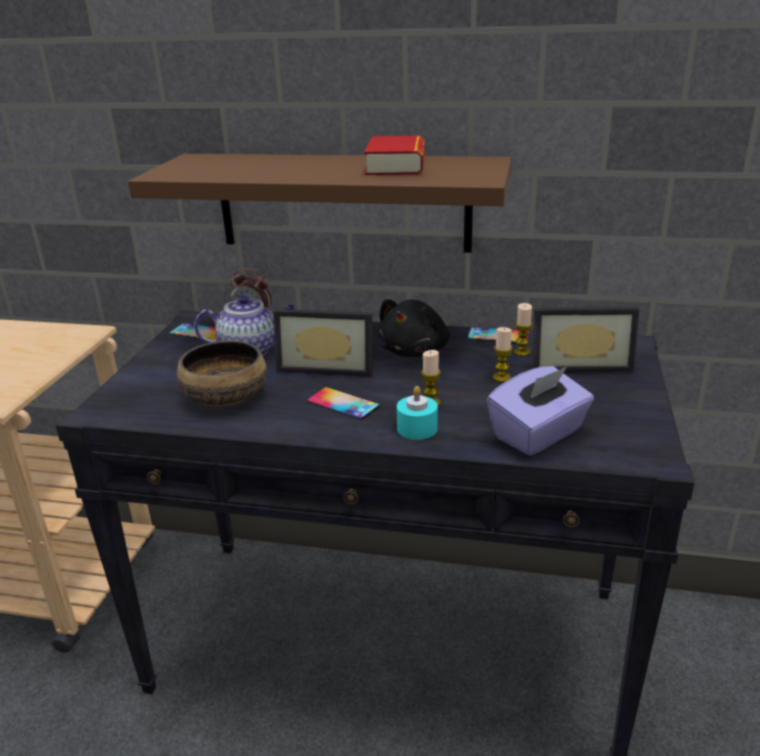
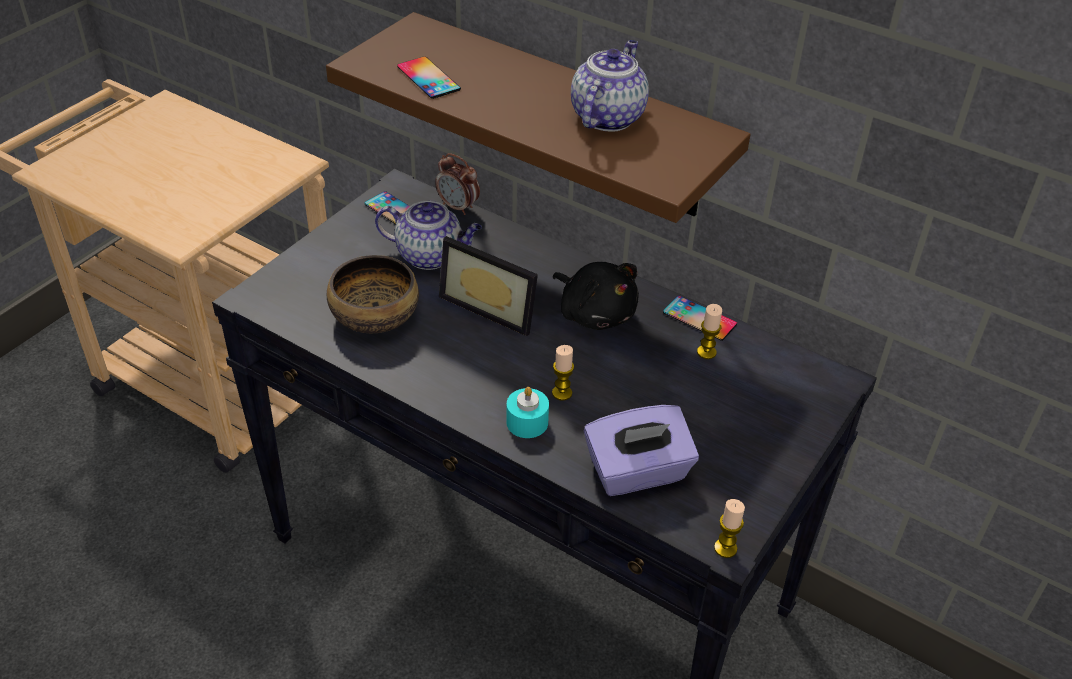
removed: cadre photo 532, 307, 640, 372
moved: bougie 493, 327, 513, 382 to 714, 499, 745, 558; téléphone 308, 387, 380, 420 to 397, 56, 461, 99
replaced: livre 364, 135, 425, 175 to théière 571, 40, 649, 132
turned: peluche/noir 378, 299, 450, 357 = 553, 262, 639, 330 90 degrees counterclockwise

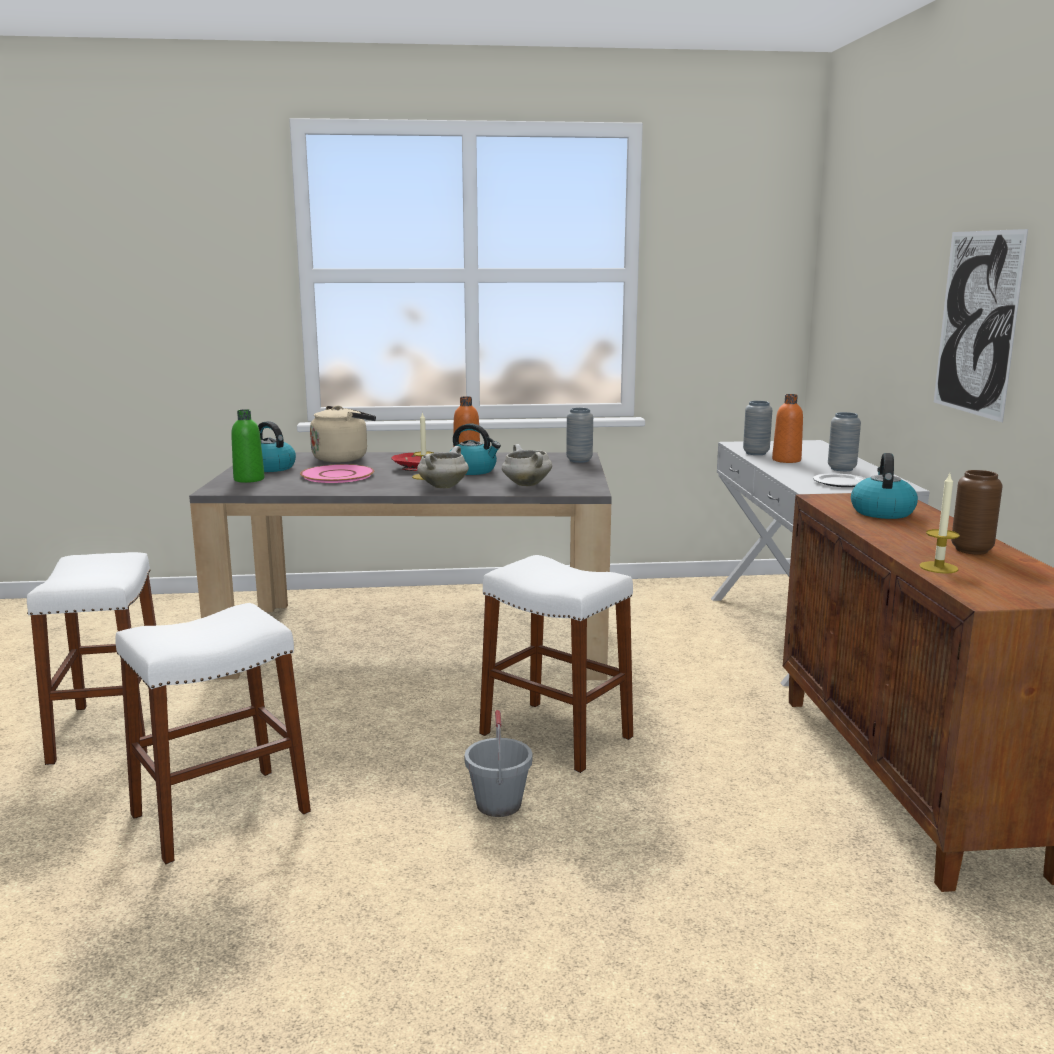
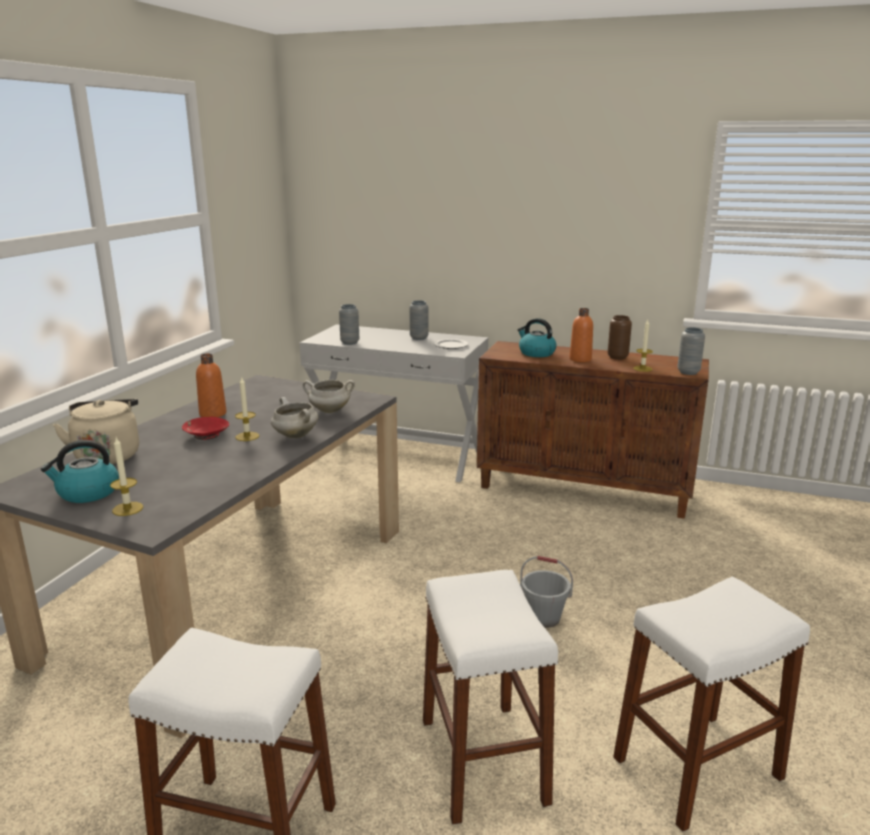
removed: tableau 934, 229, 1028, 422; bouilloire 450, 424, 501, 475; assiette/rose 300, 464, 374, 483
moved: bouteille/orange 772, 394, 803, 463 to 569, 308, 593, 362; vase/gris 566, 408, 593, 463 to 677, 327, 705, 375; tabouret/blanc 479, 555, 633, 773 to 613, 577, 810, 832
replaced: bouteille/vert 231, 409, 265, 483 to bougie 110, 437, 143, 516

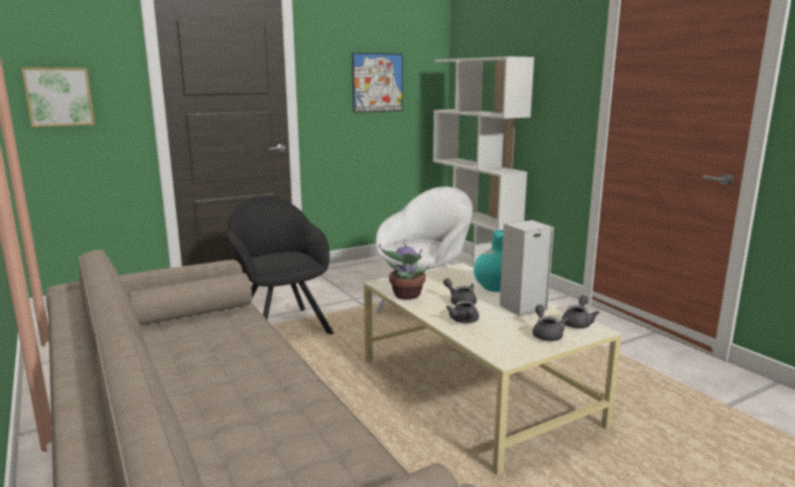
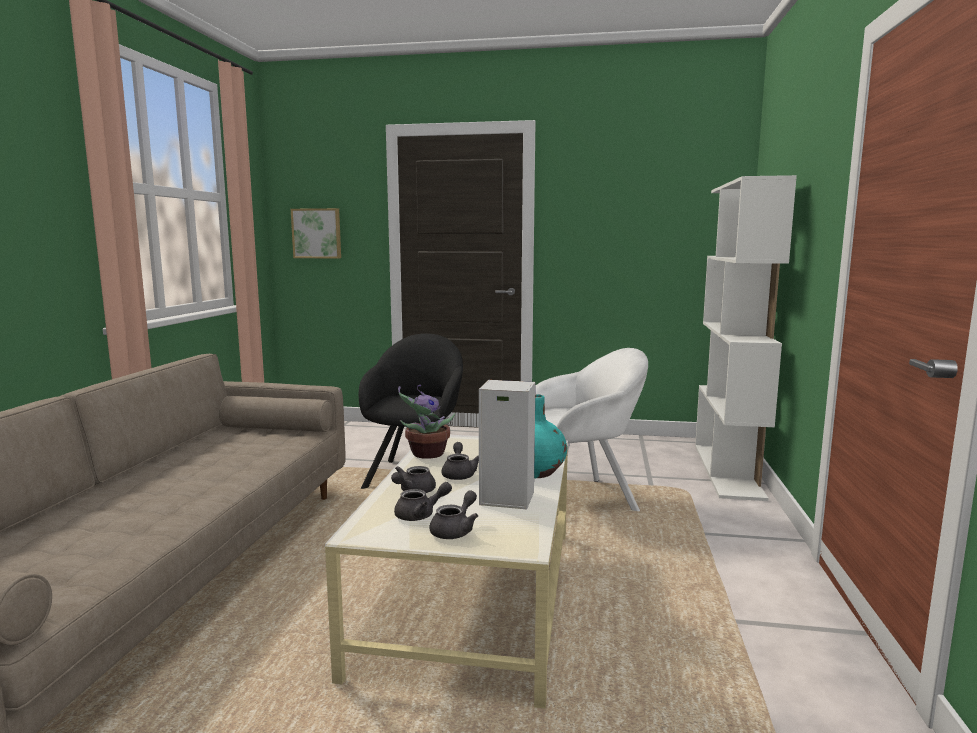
removed: tableau 352, 53, 403, 113
moved: théière/gris 562, 295, 600, 328 to 394, 482, 452, 521

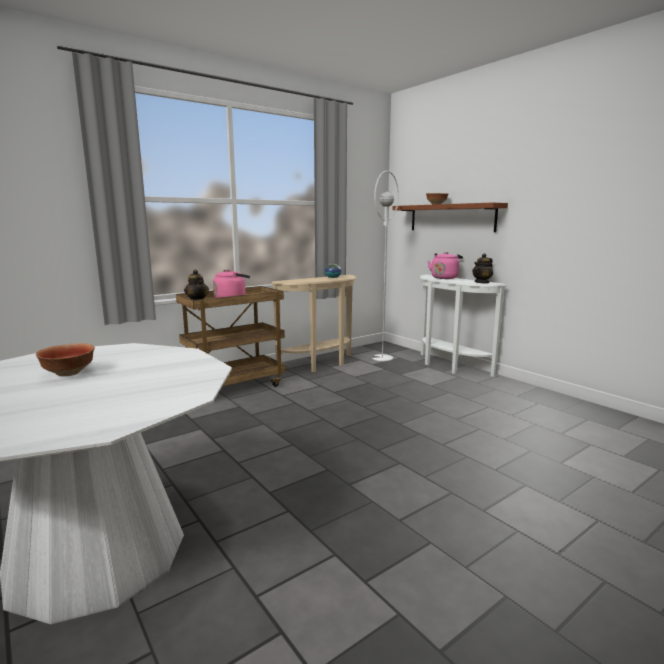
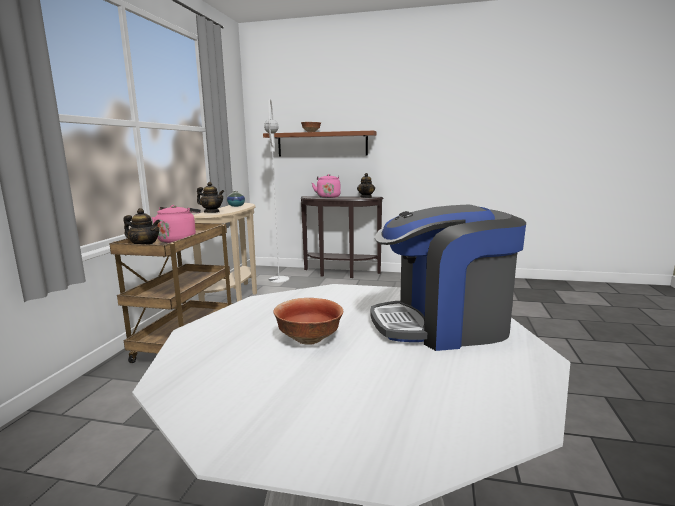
added: théière 197, 182, 224, 213; machine à café 370, 205, 526, 351
recoloured: table console/blanc 419, 274, 506, 377 to table console/marron 300, 196, 384, 278

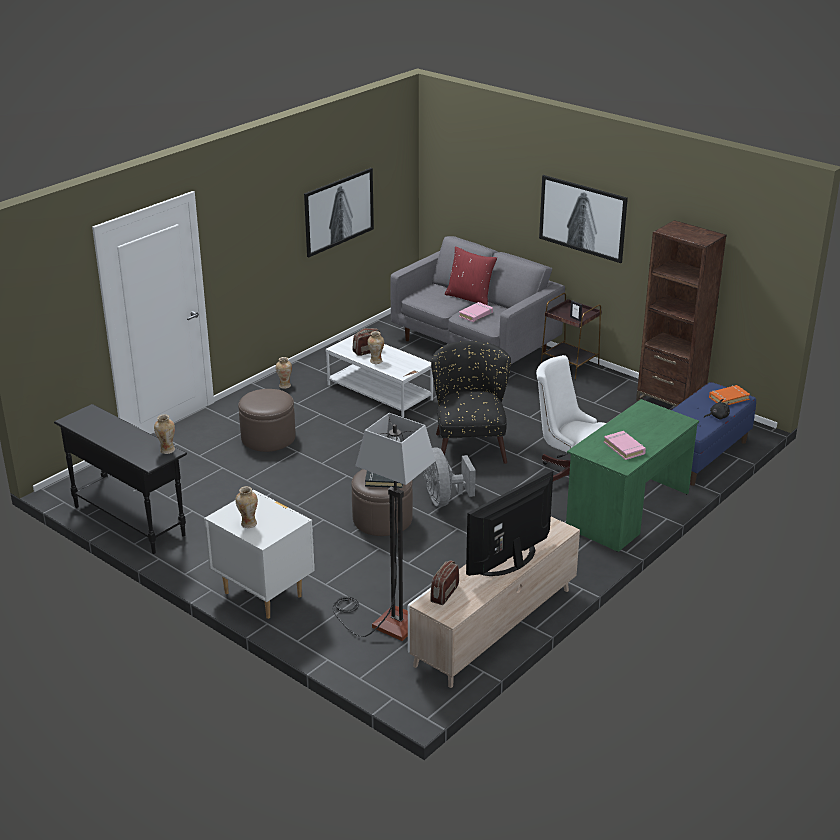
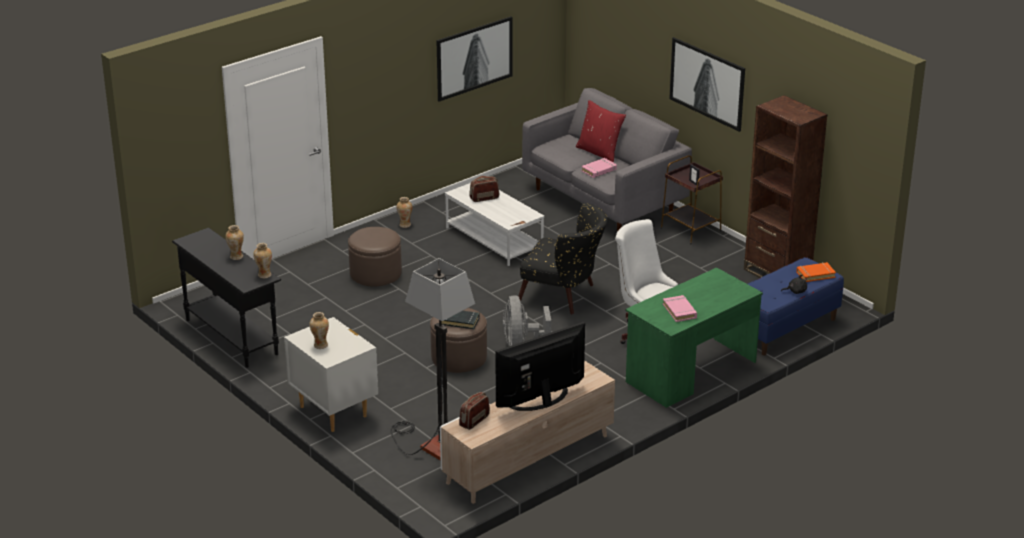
moved: vase 367, 331, 384, 364 to 225, 225, 244, 260
turned: fauteuil/noir 431, 341, 511, 464 = 519, 203, 607, 314 105 degrees clockwise

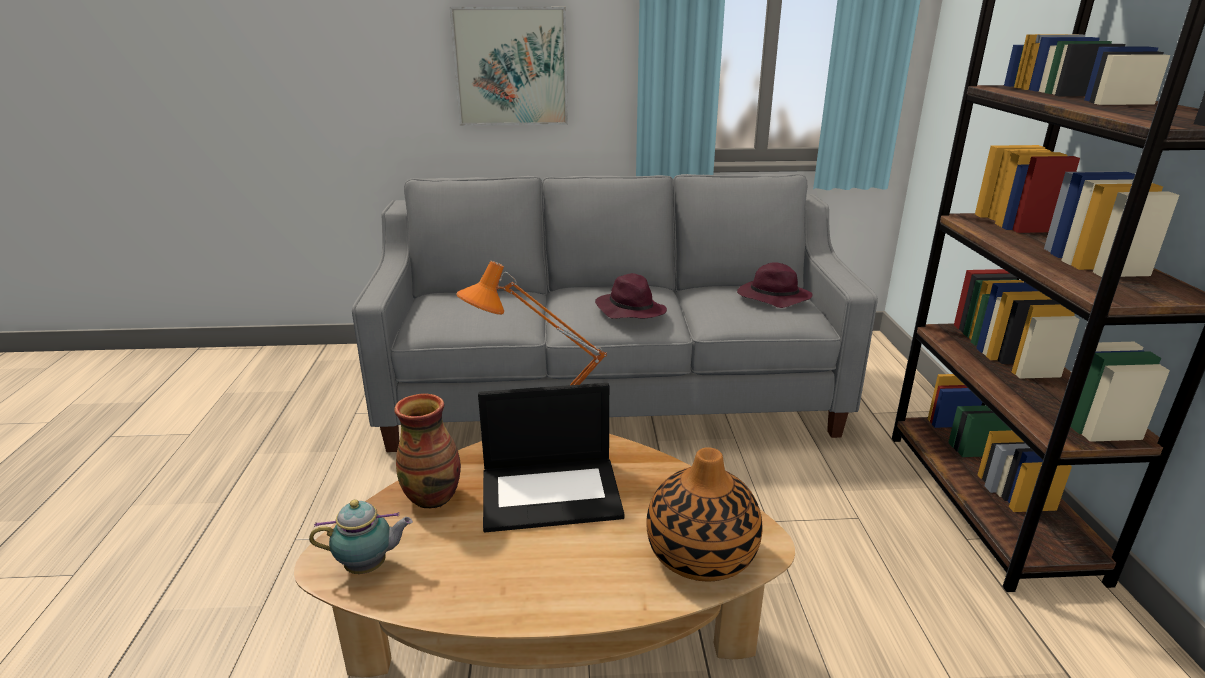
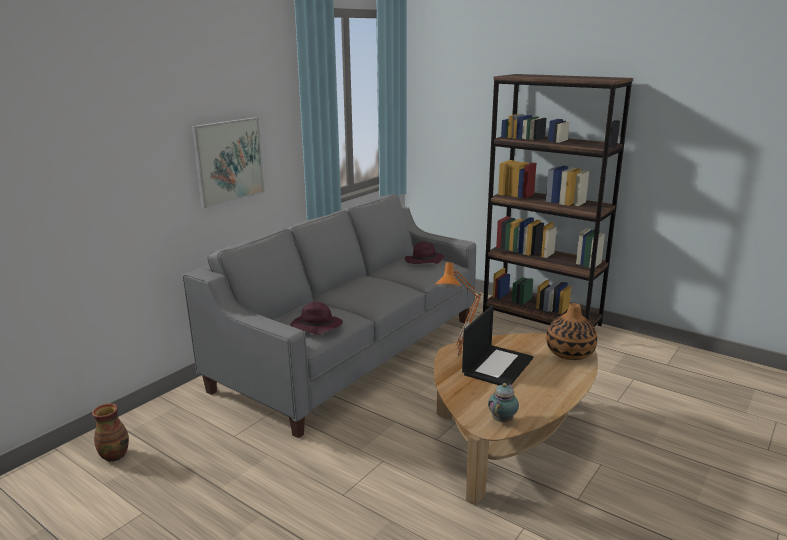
moved: chapeau/violet 595, 273, 667, 319 to 290, 302, 343, 335; vase 394, 394, 461, 509 to 92, 403, 129, 461

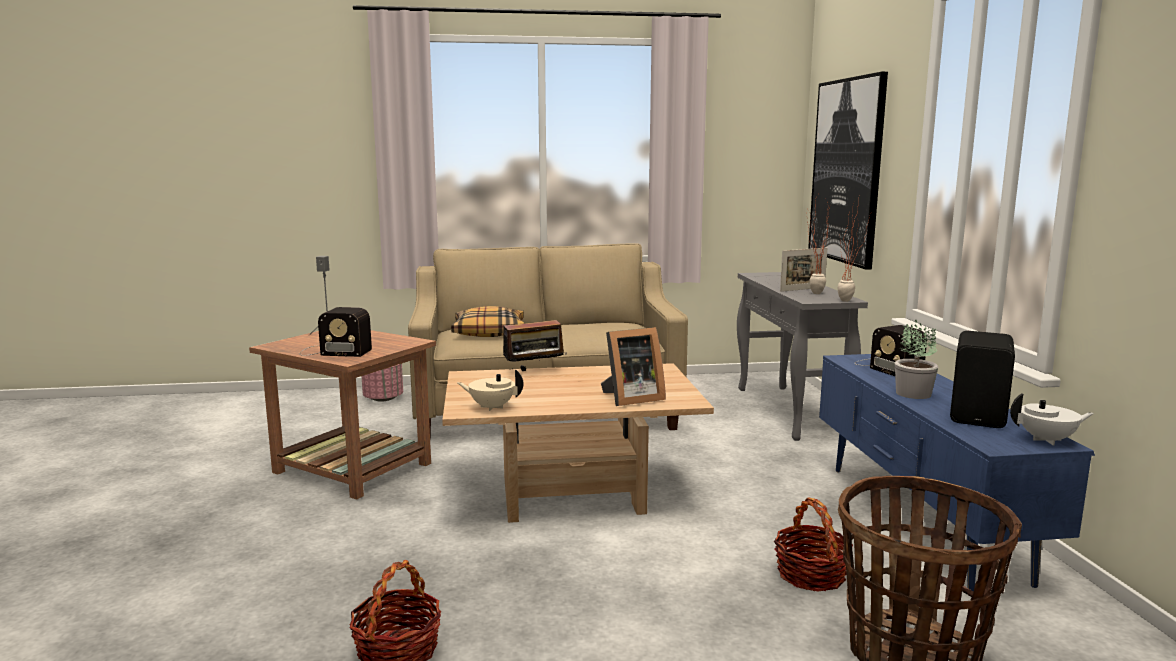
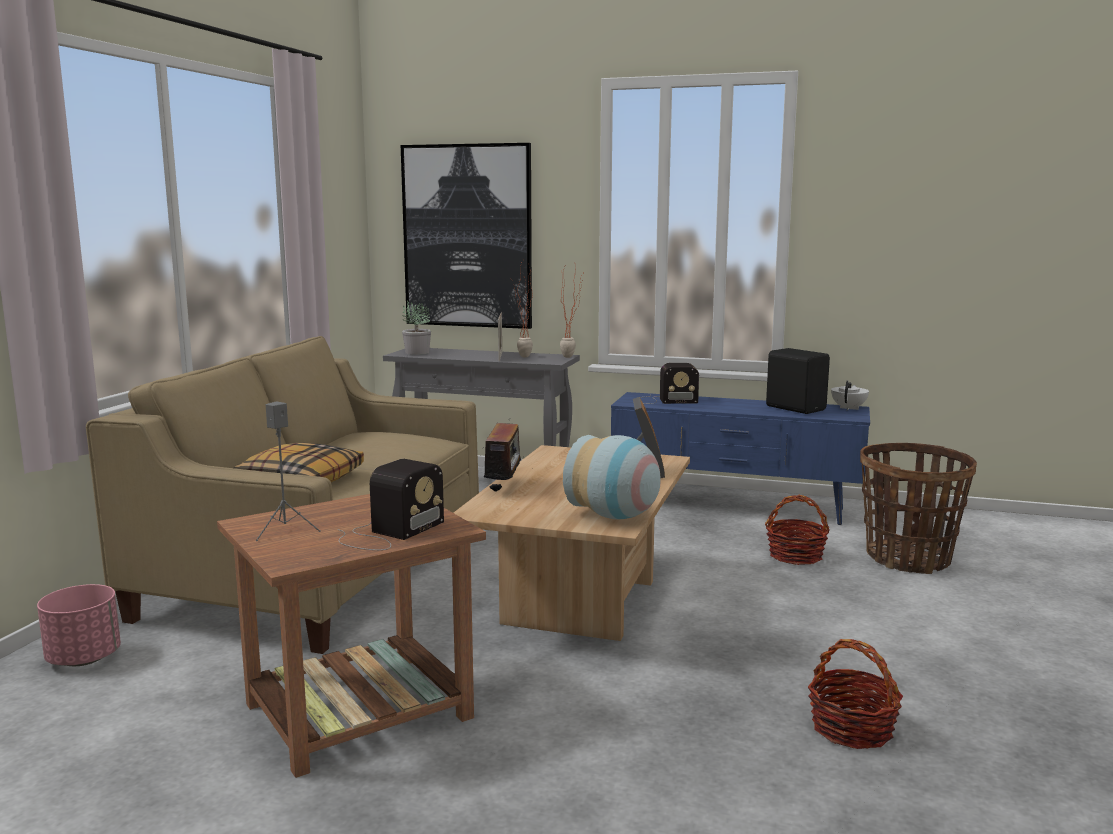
moved: plante en pot 895, 320, 938, 399 to 402, 300, 431, 355
replaced: théière/beige 457, 369, 523, 411 to vase 563, 435, 661, 519

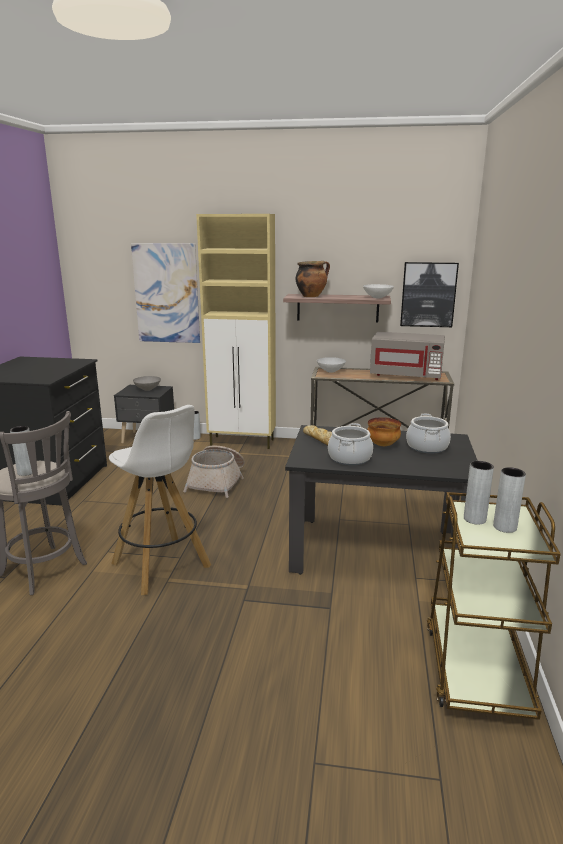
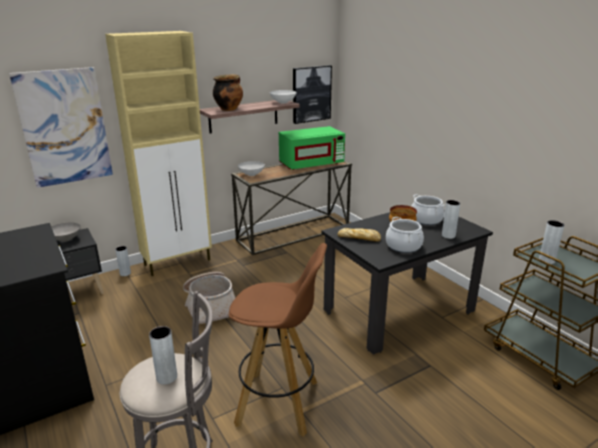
moved: vase/gris 493, 467, 526, 533 to 442, 200, 460, 239
recoloured: micro-ondes/gris 370, 332, 445, 380 to micro-ondes/vert 279, 126, 345, 170; tabouret/blanc 109, 405, 211, 595 to tabouret/marron 229, 243, 327, 437

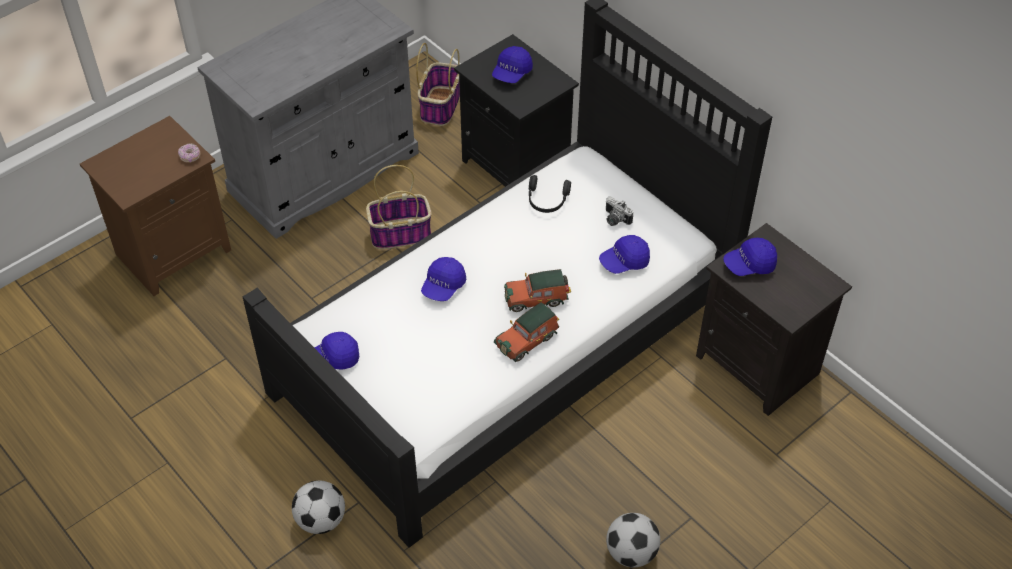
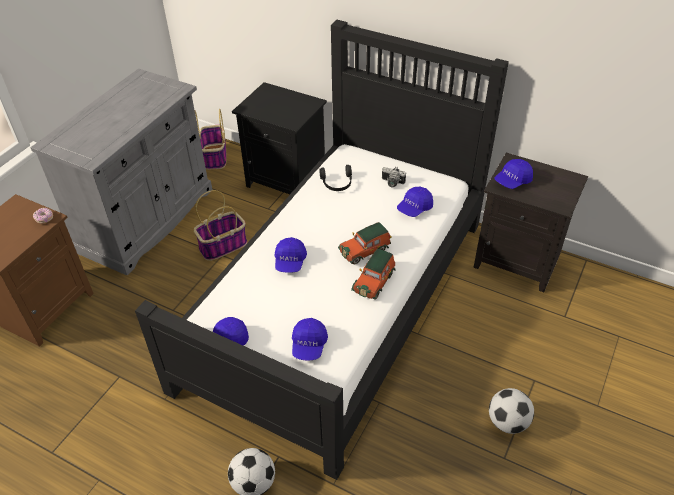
moved: casquette/bleu 492, 46, 533, 83 to 292, 318, 328, 361

